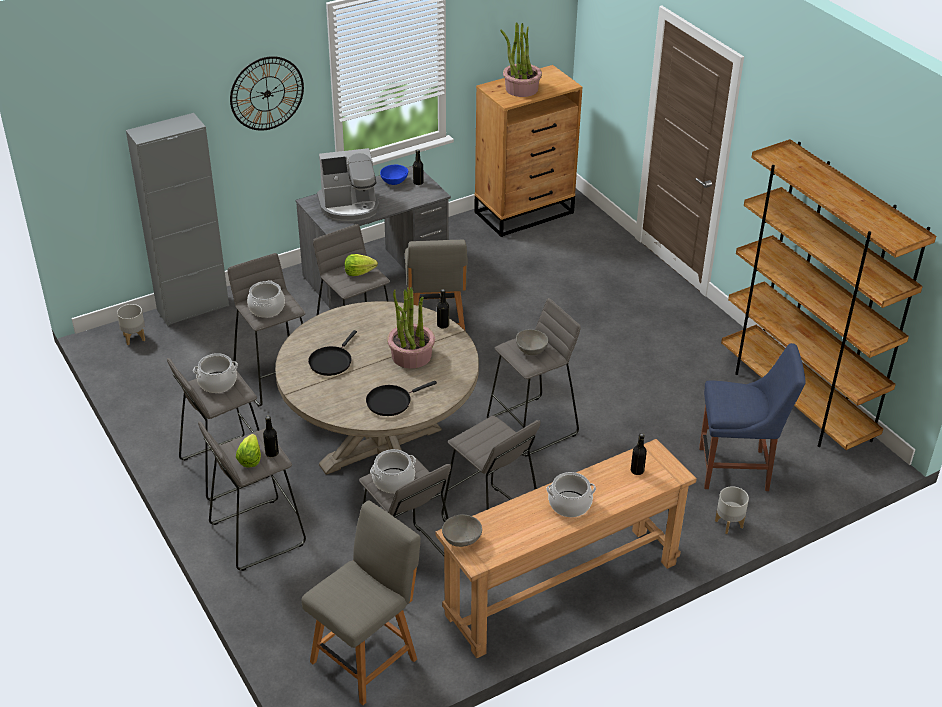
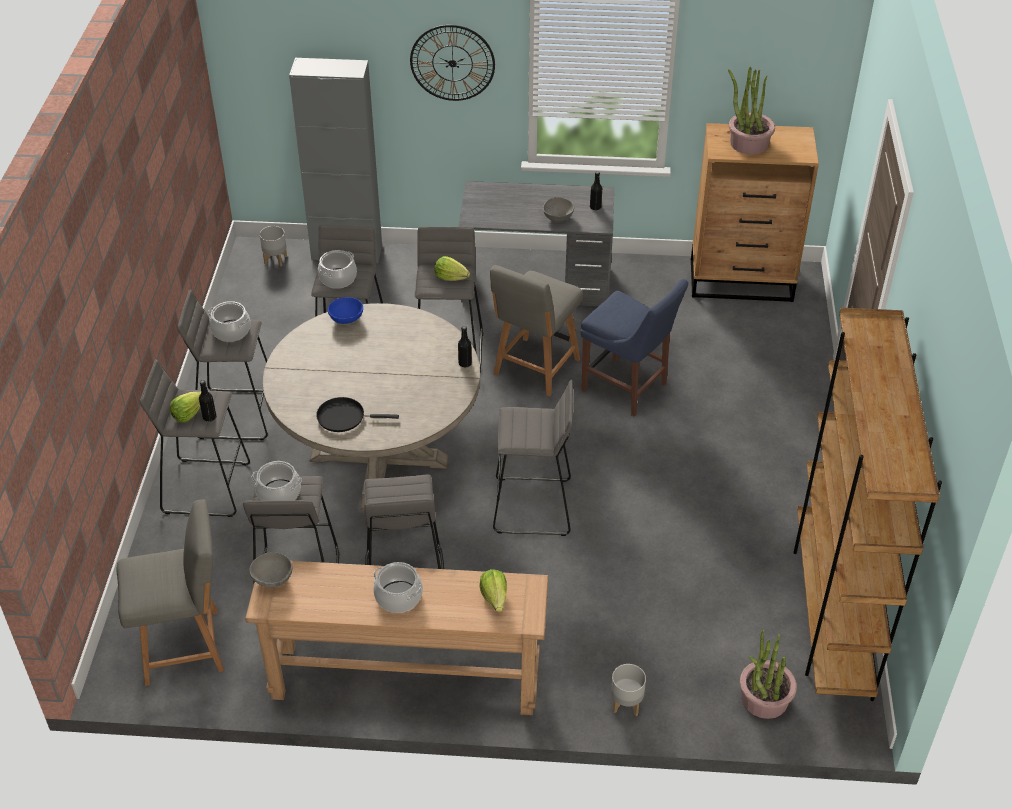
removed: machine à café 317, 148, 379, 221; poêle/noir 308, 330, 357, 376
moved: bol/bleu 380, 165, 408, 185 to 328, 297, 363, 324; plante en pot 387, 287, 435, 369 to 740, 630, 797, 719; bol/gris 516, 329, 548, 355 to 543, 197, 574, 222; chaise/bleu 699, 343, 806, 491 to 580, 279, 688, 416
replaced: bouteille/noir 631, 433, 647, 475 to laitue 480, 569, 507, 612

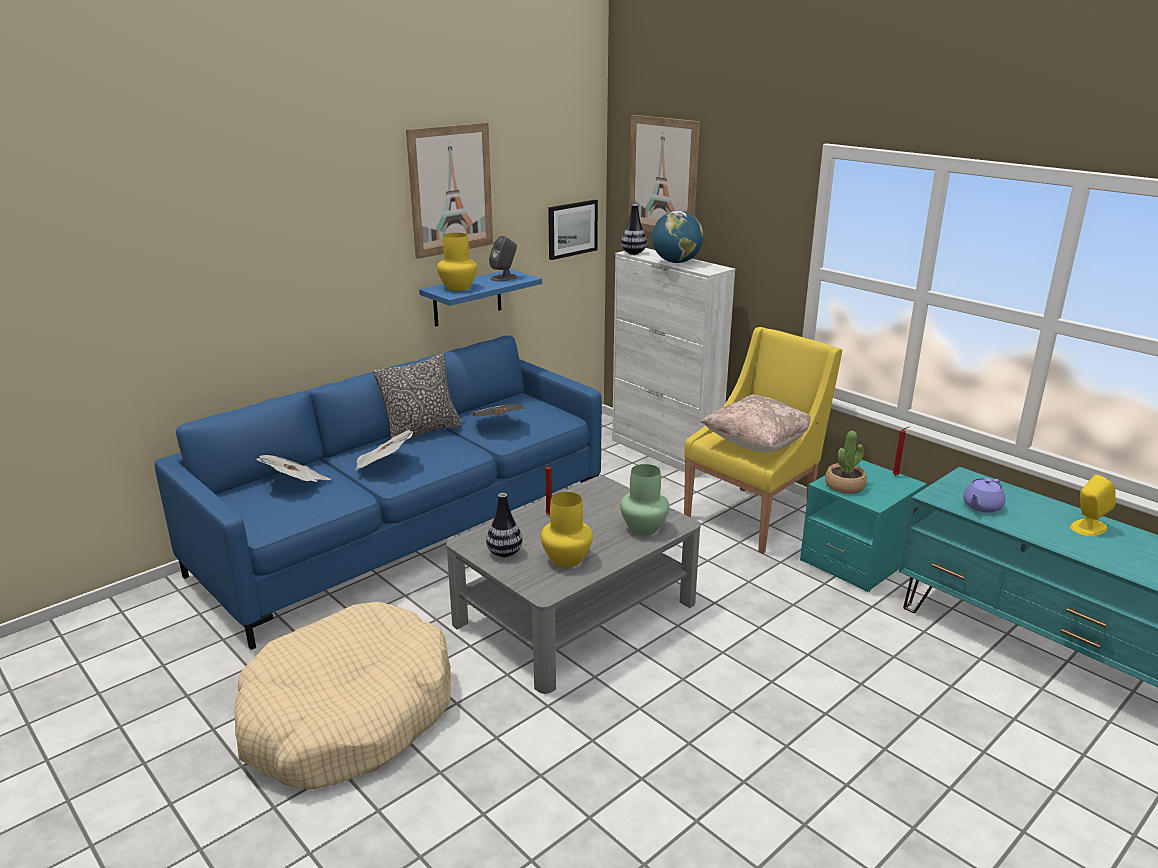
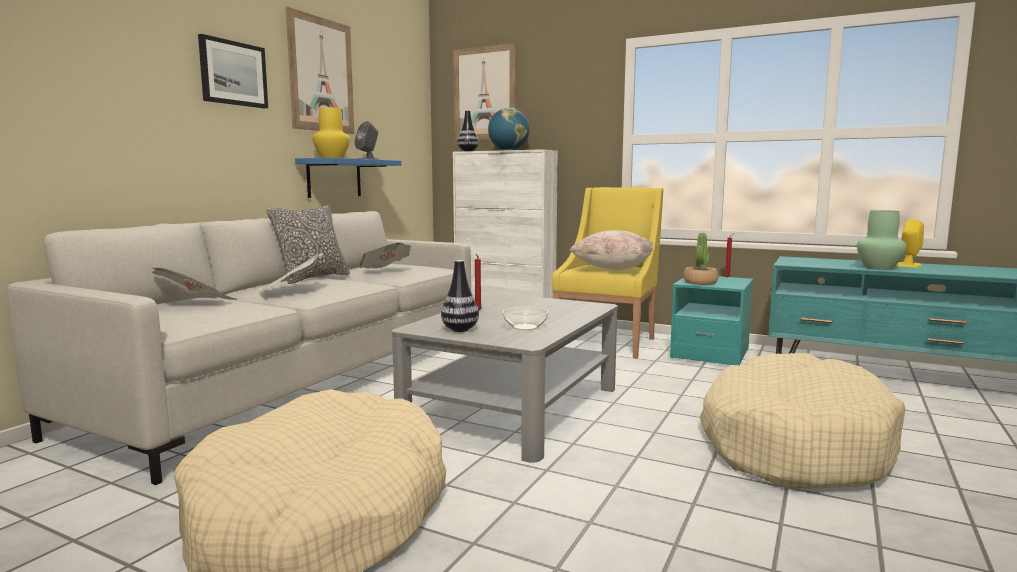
removed: théière/violet 963, 478, 1006, 513
added: panier pour chien/beige 700, 353, 905, 489
moved: tableau 548, 200, 598, 260 to 198, 34, 268, 108; vase/vert 620, 464, 669, 536 to 857, 210, 907, 270
replaced: vase/jaune 541, 492, 593, 568 to bol 503, 307, 548, 330
recoloured: canapé/bleu 155, 335, 602, 650 to canapé/gris 7, 211, 471, 485

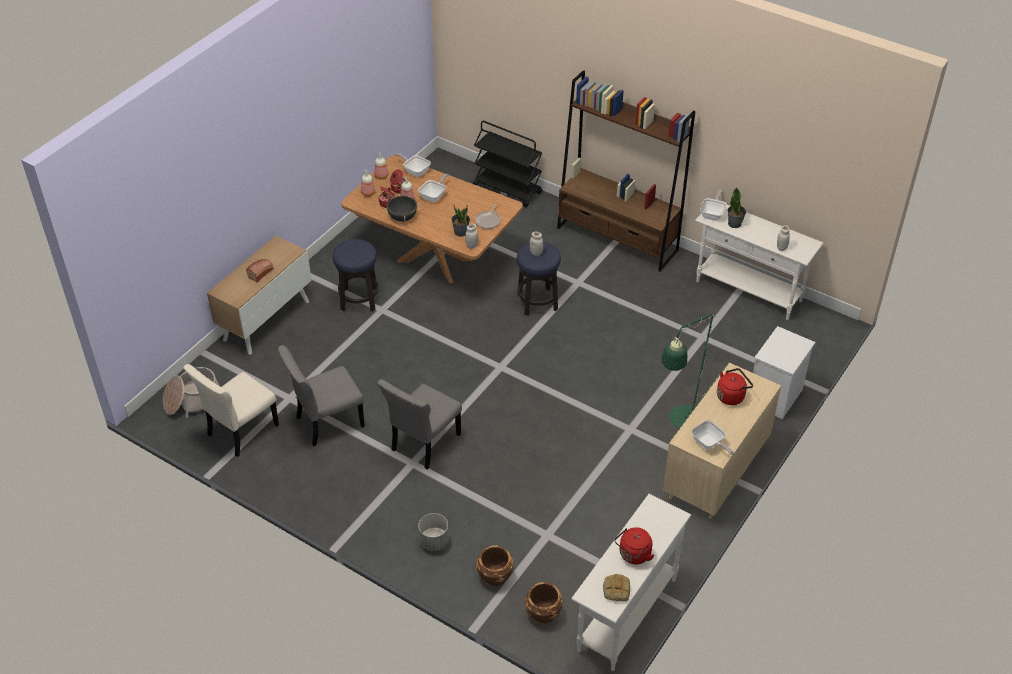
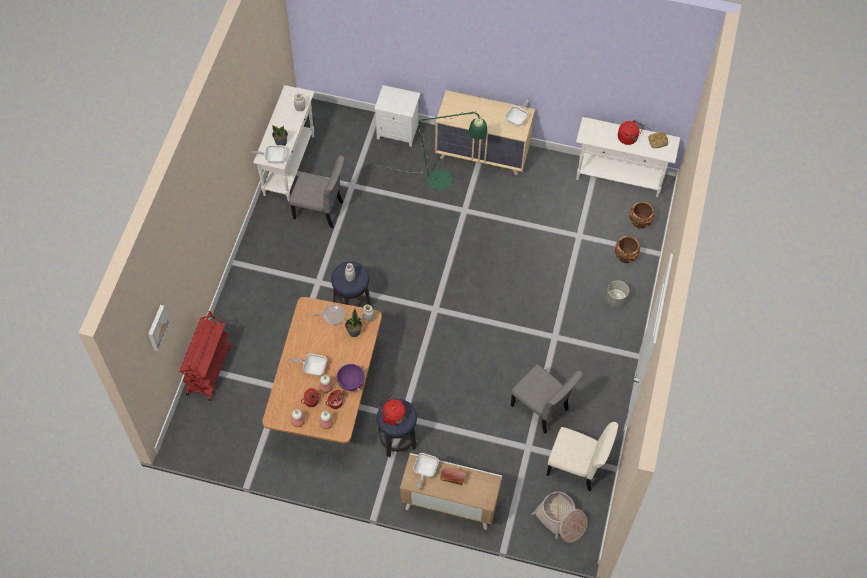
removed: bibliothèque/marron 557, 70, 695, 272
added: tableau 148, 305, 170, 351
moved: poêle 395, 153, 431, 177 to 413, 453, 439, 490; bouilloire/rouge 717, 368, 753, 405 to 378, 394, 406, 425; chaise/gris 378, 379, 462, 470 to 289, 155, 344, 229
recoloured: chariot/noir 473, 120, 542, 207 to chariot/rouge 179, 311, 232, 401; marmite/noir 383, 194, 421, 222 to marmite/violet 335, 363, 366, 391

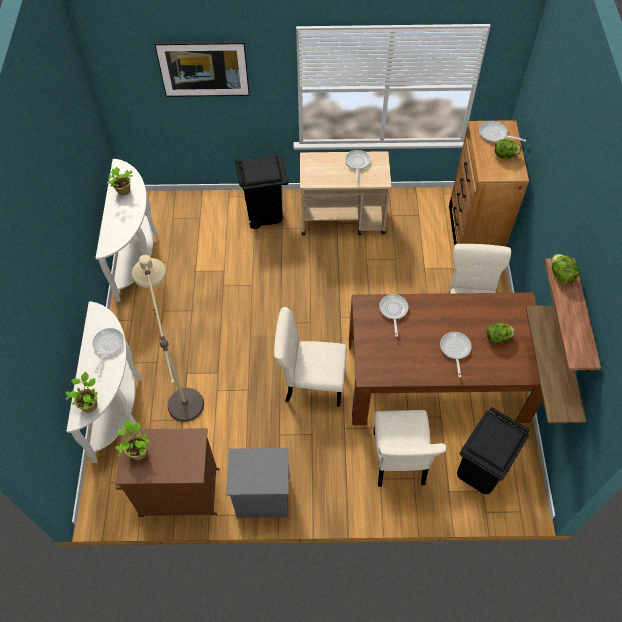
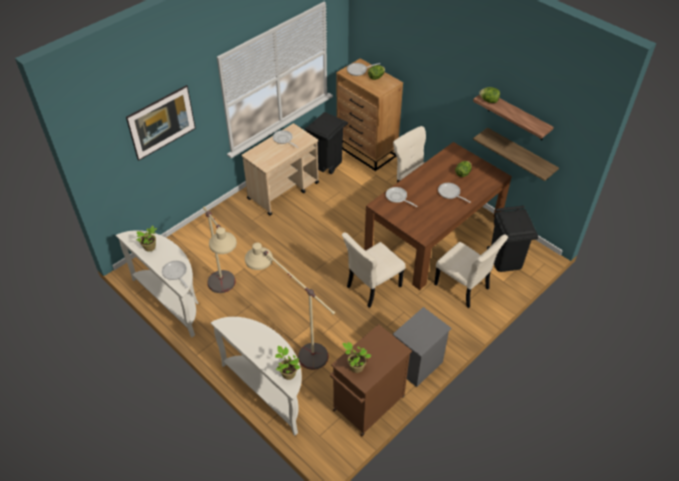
added: lampadaire/beige 203, 206, 237, 293
moved: poubelle/noir 235, 155, 289, 229 to 305, 112, 348, 174; poêle 92, 328, 124, 373 to 162, 261, 188, 288

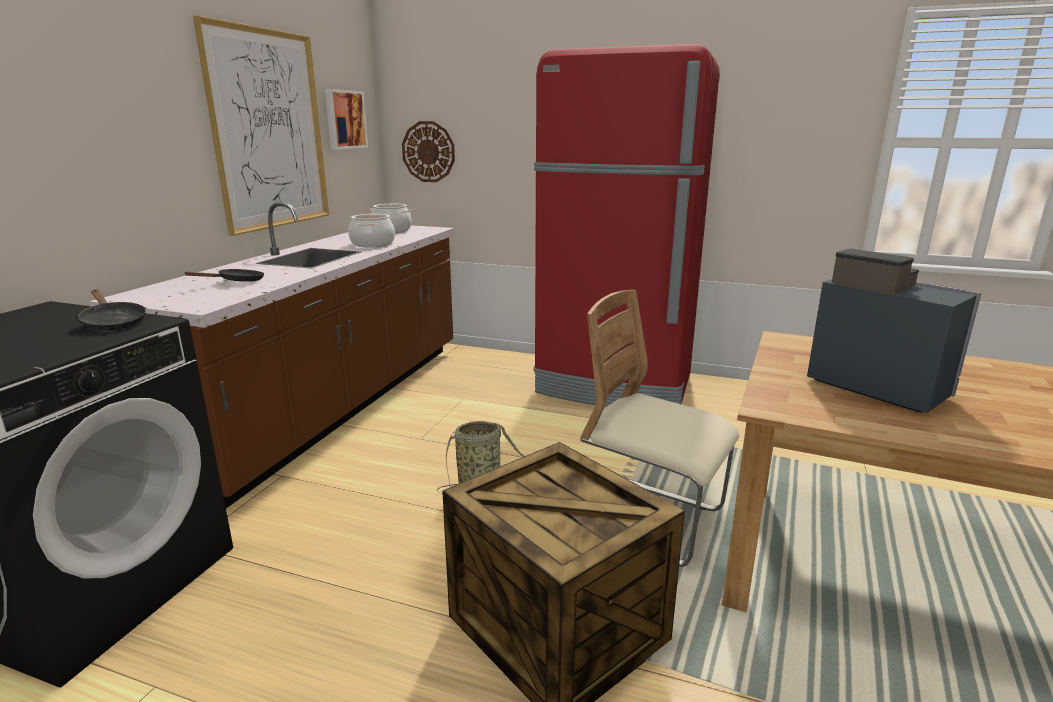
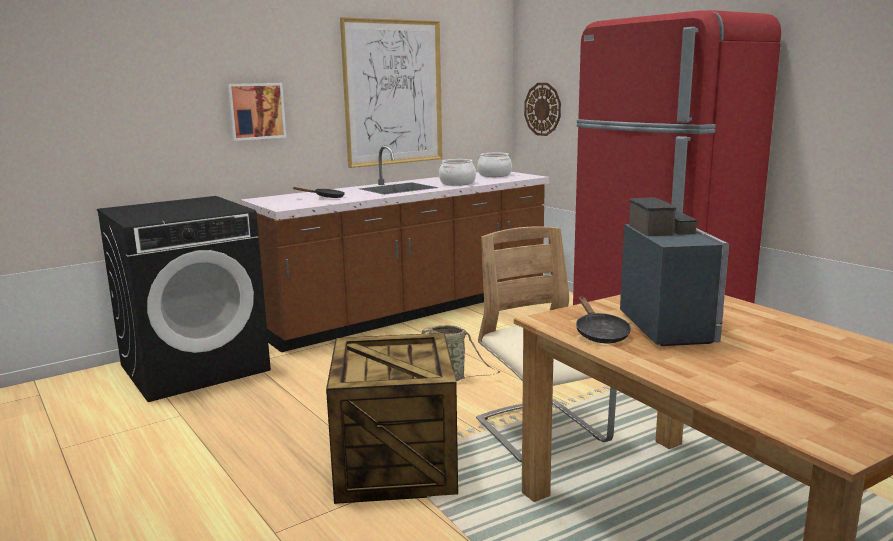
moved: tableau 325, 89, 368, 150 to 226, 83, 286, 141; poêle/noir 78, 290, 146, 331 to 576, 297, 631, 343

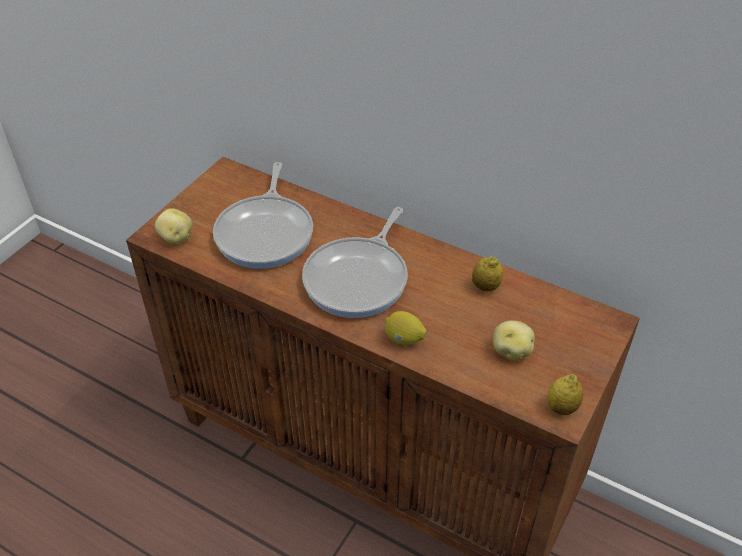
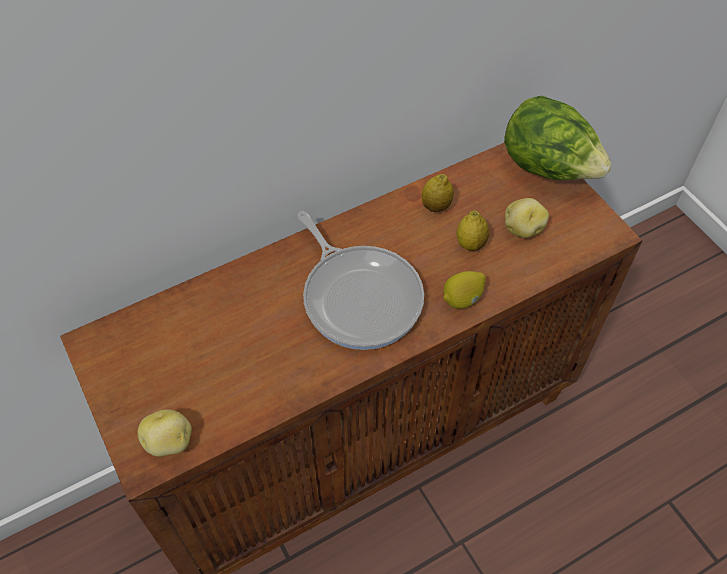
removed: poêle 213, 162, 313, 269
added: laitue 504, 96, 612, 180
moved: citron 547, 374, 583, 415 to 456, 211, 489, 251

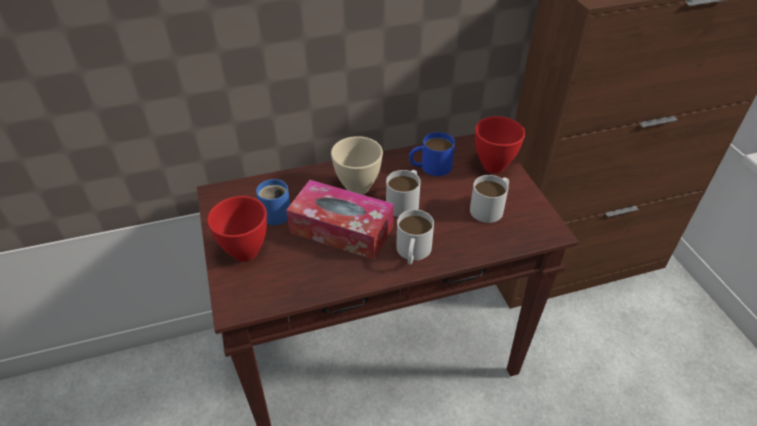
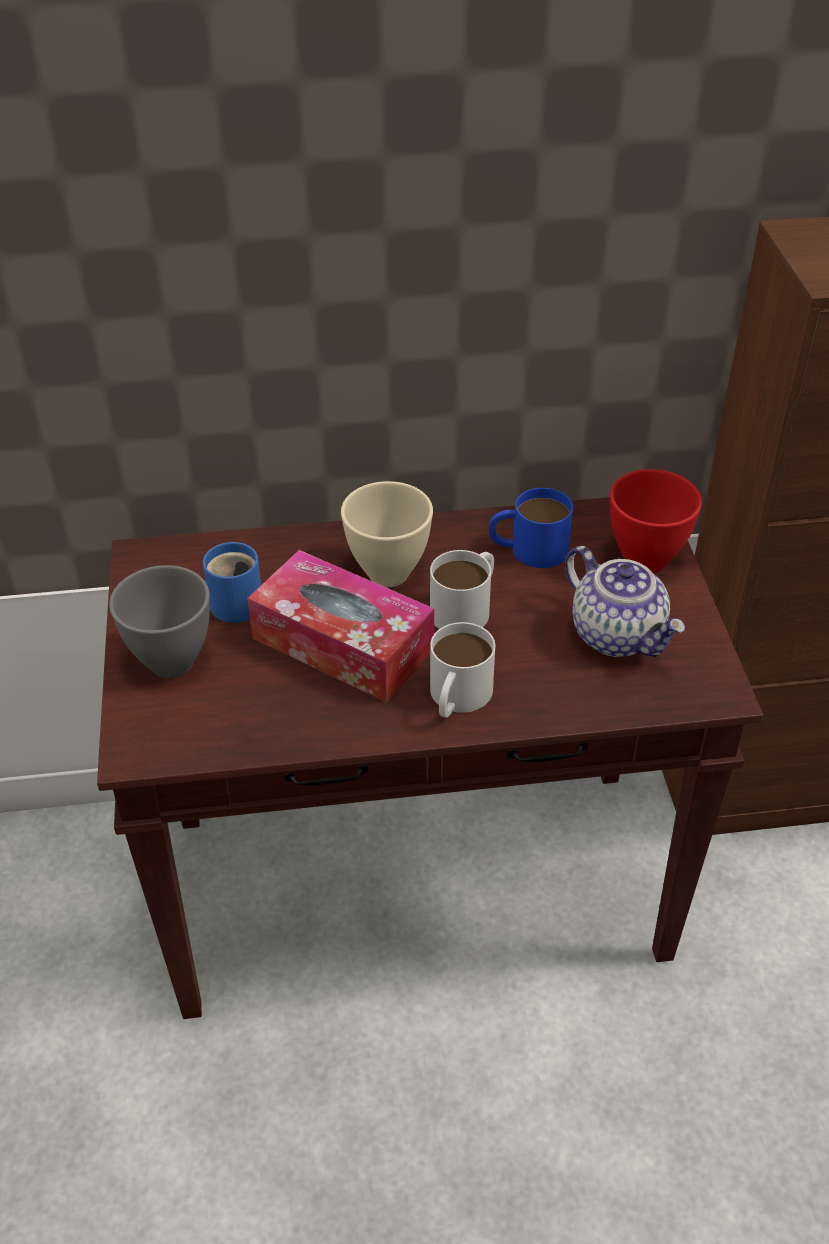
replaced: mug/blanc 470, 175, 509, 223 to théière 565, 546, 685, 657
recoloured: bol/rouge 207, 196, 267, 262 to bol/gris 109, 565, 210, 678

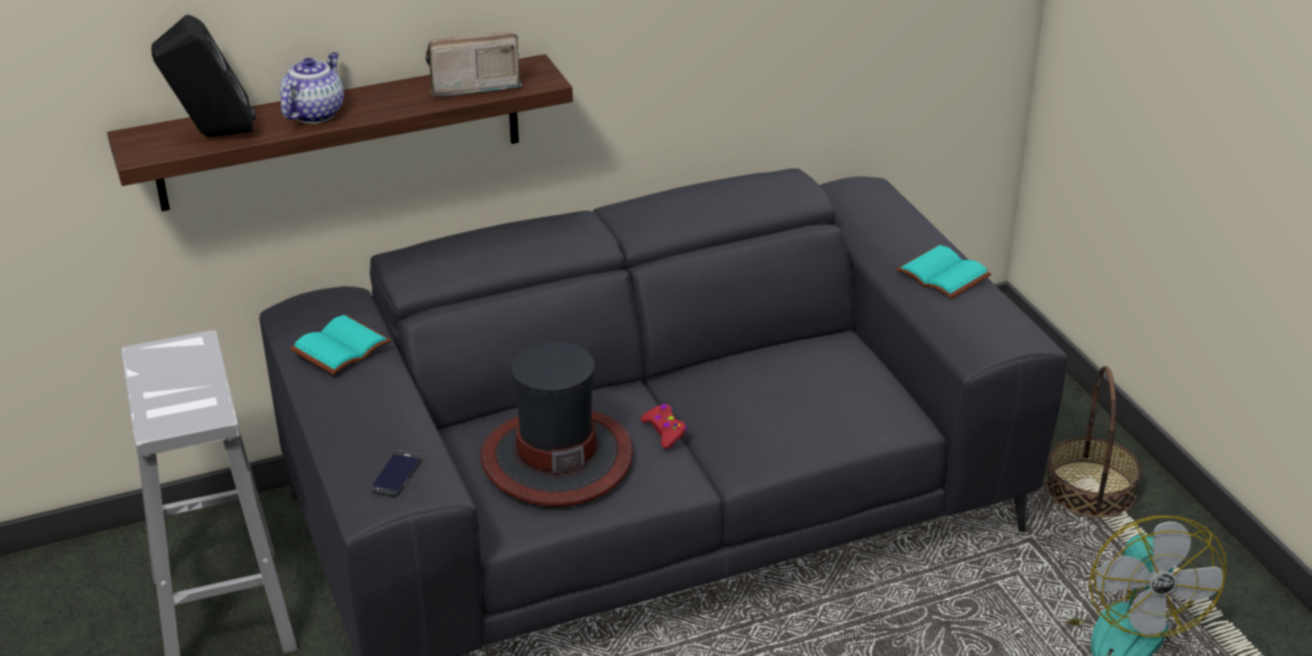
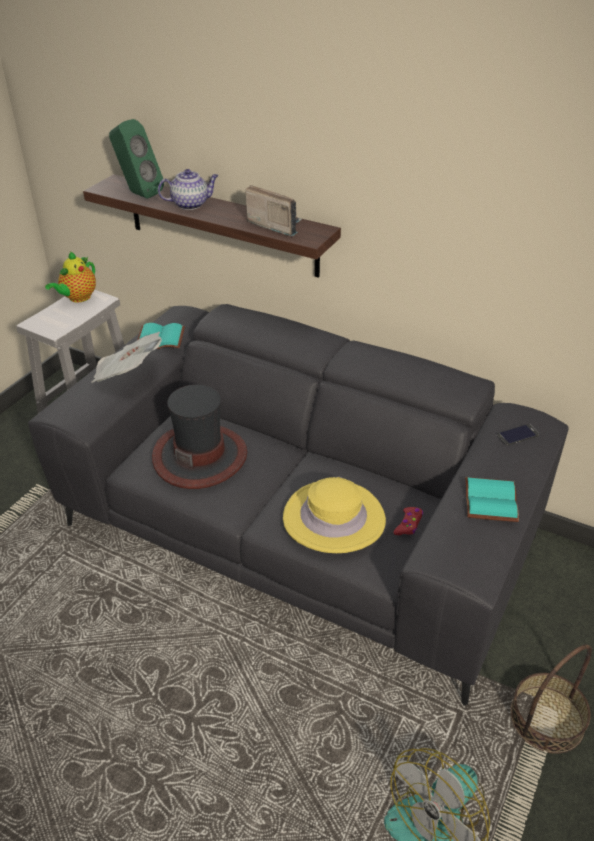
added: théière 45, 252, 96, 302; journal 91, 332, 162, 383; chapeau/jaune 283, 477, 386, 553
moved: manette/rouge 640, 404, 687, 449 to 394, 507, 423, 535; téléphone 370, 450, 422, 497 to 497, 424, 539, 445
recoloured: enceinte/noir 151, 14, 256, 137 to enceinte/vert 109, 119, 164, 199

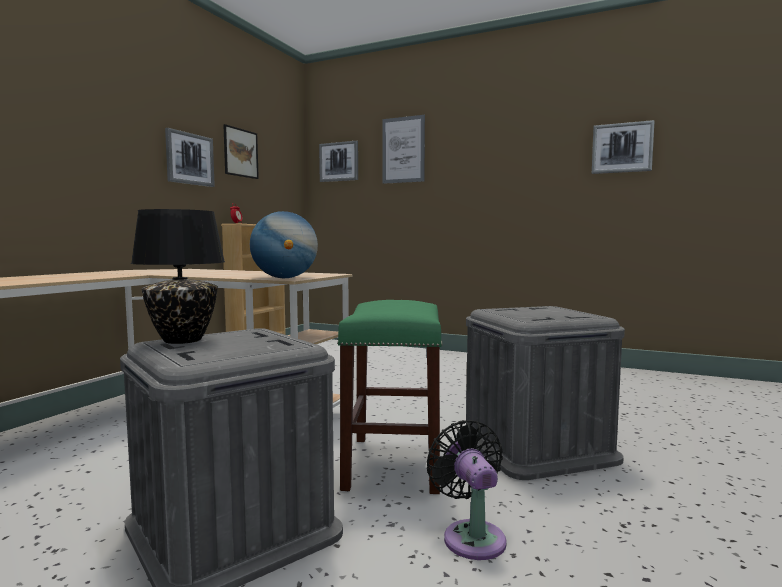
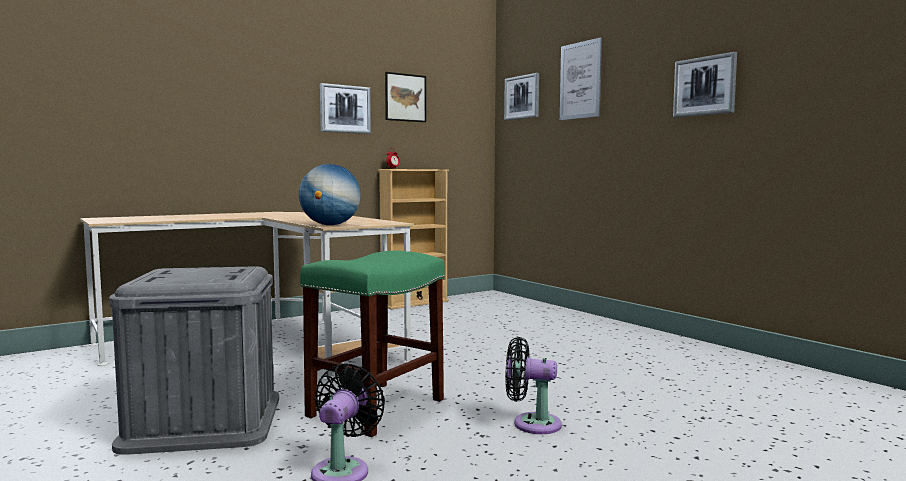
removed: lampe de table/noir 131, 209, 225, 344
moved: tableau 592, 120, 655, 174 to 673, 52, 737, 117
replaced: boîte de rangement/gris 466, 306, 625, 480 to ventilateur/noir 505, 337, 562, 434

